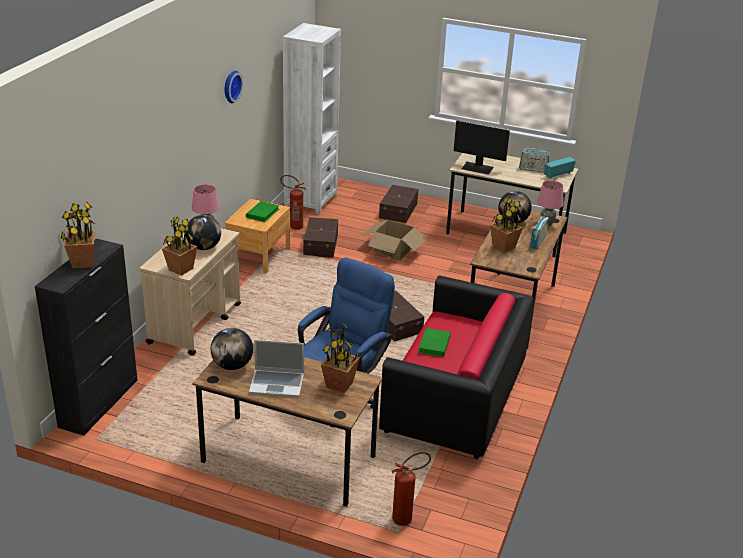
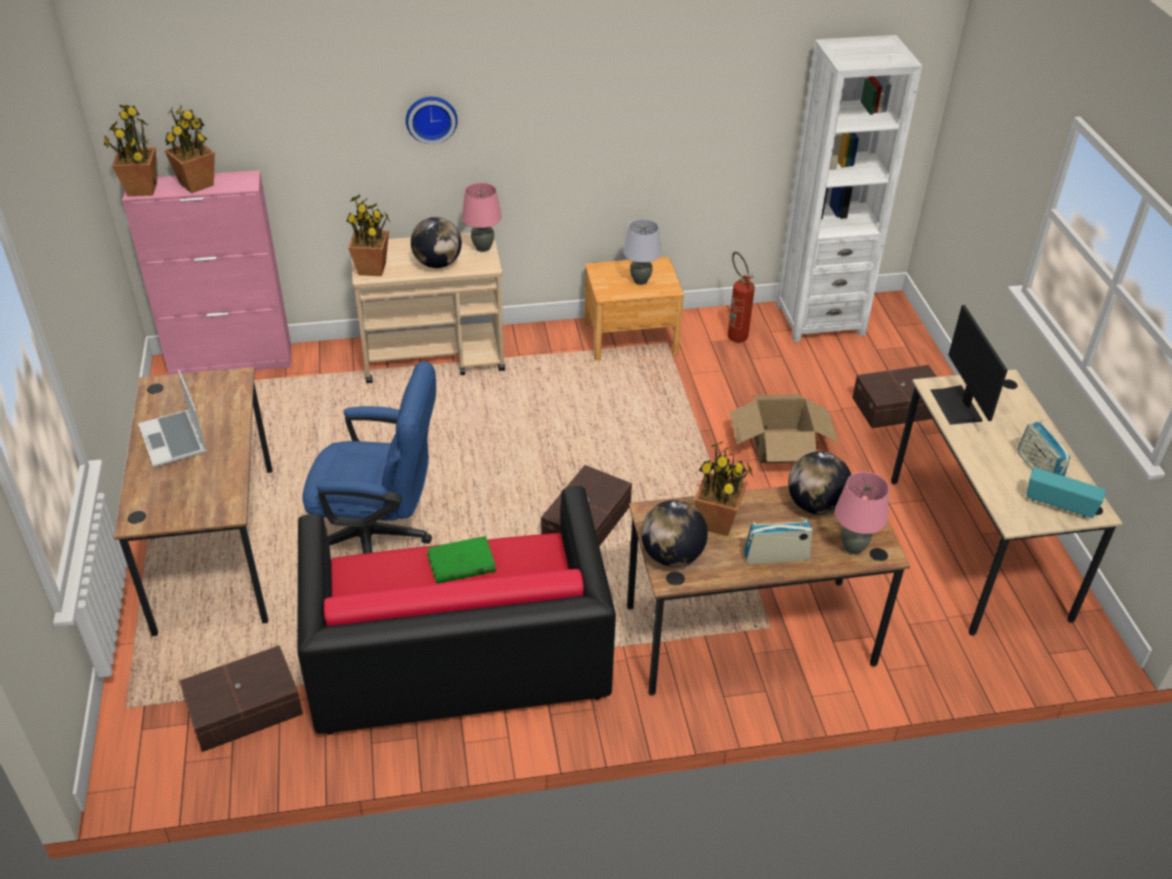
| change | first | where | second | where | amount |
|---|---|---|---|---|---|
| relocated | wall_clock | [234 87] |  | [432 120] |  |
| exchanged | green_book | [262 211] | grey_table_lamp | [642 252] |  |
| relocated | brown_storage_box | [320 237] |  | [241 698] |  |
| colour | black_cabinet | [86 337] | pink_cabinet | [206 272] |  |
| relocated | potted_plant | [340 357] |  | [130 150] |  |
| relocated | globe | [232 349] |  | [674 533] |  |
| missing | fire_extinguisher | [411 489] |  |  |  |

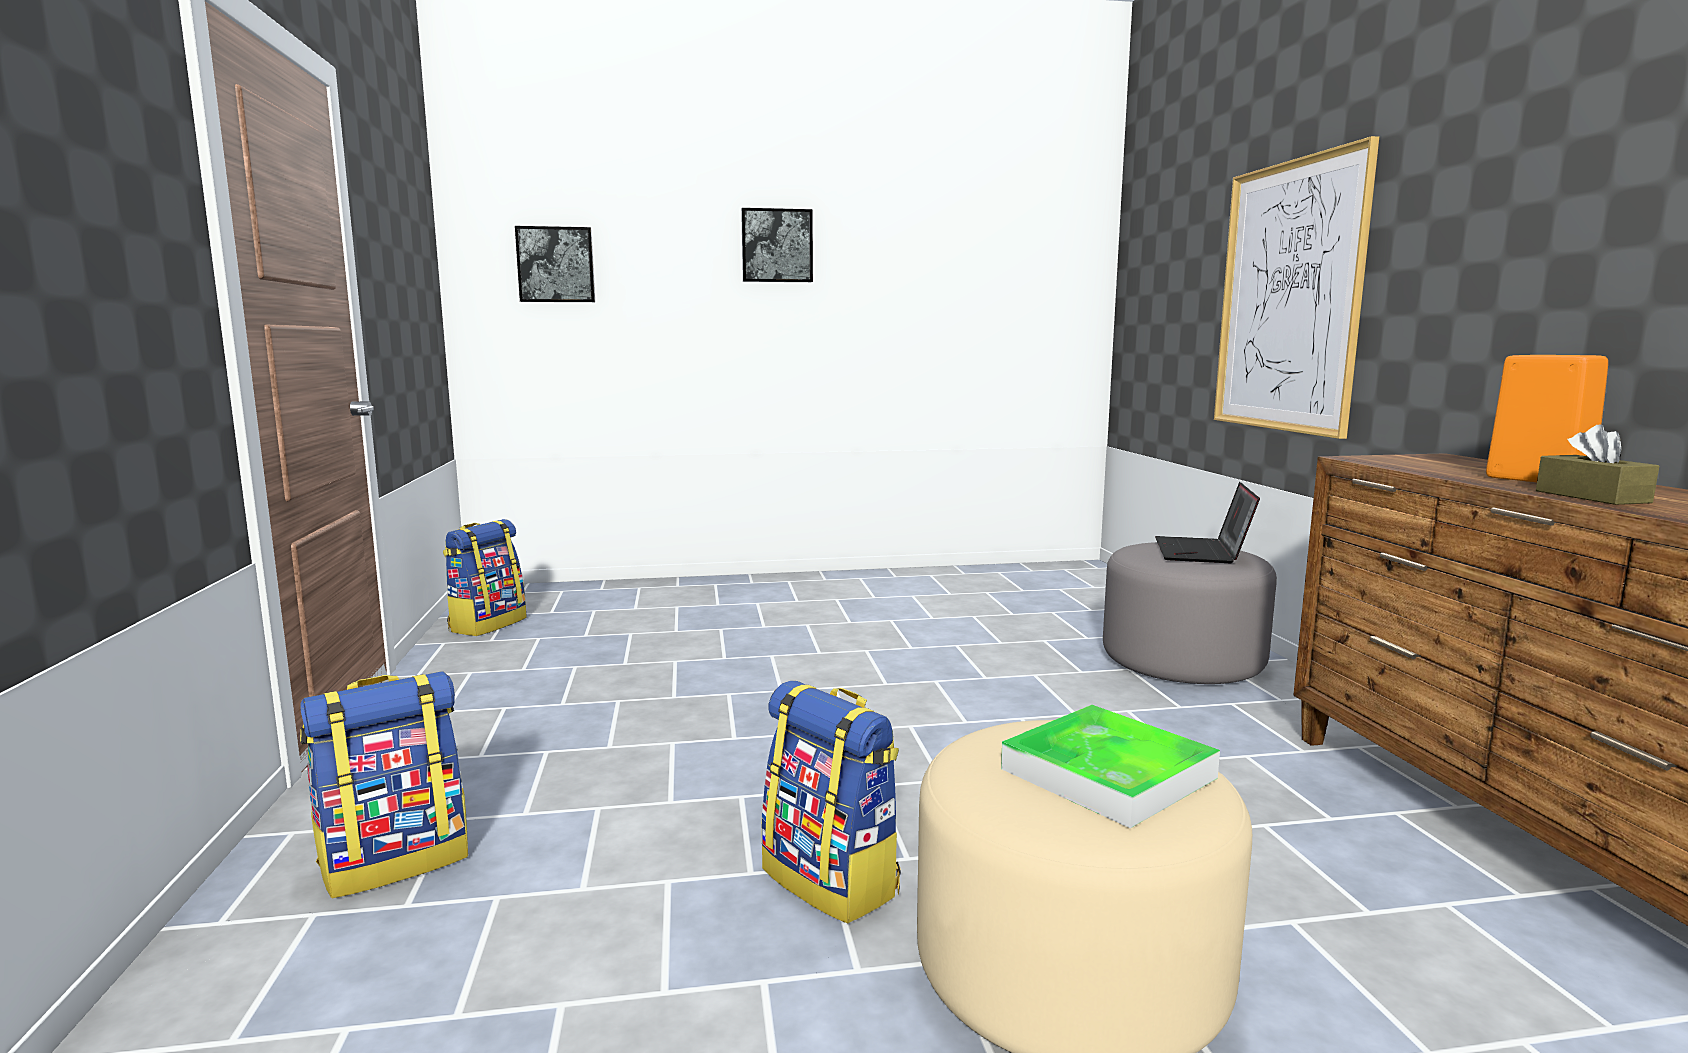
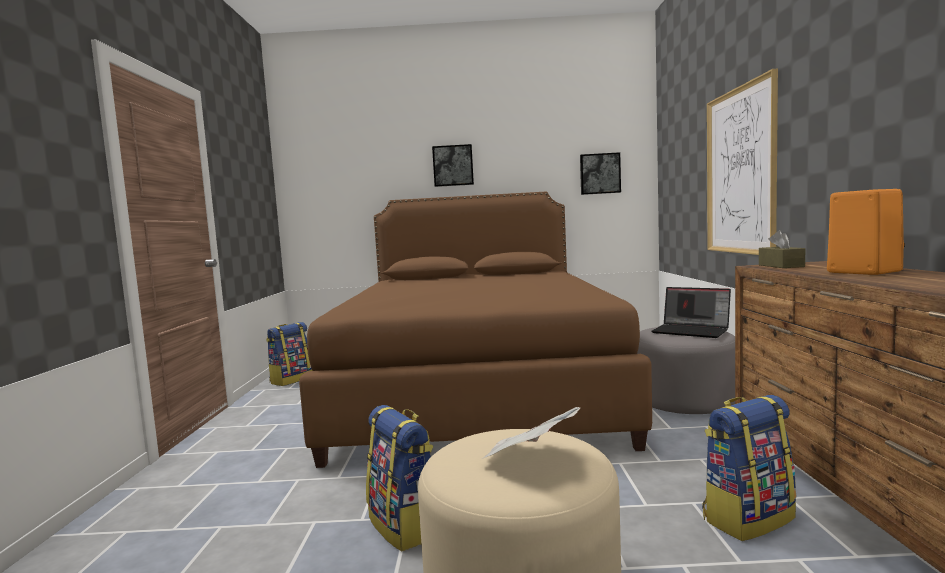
| change | first | where | second | where | amount |
|---|---|---|---|---|---|
| relocated | picture | [555 264] |  | [600 173] |  |
| relocated | brown_tissue_box | [1597 464] |  | [782 249] |  |
| spun | laptop | [1207 522] |  | [691 312] | 75 degrees counterclockwise |
| relocated | backpack | [384 784] |  | [749 468] |  |
| exchanged | tray | [1110 766] | newspaper | [531 433] |  |
| appeared |  |  | brown_bed | [475 330] |  |

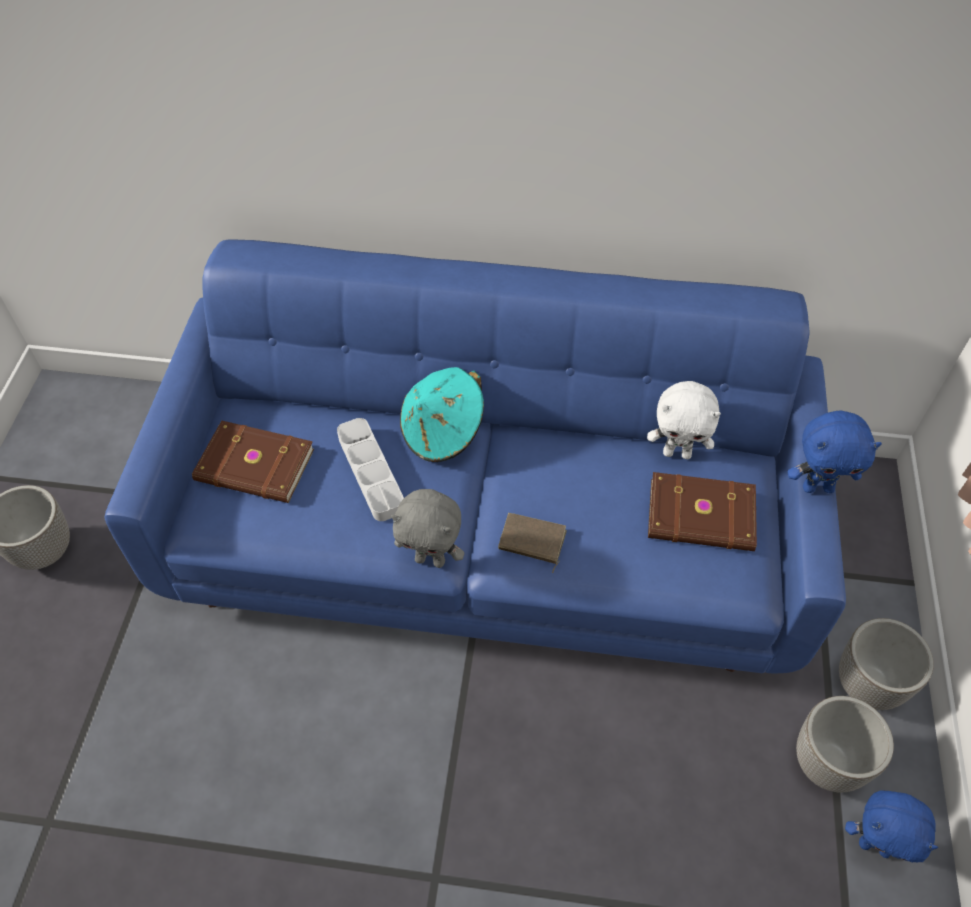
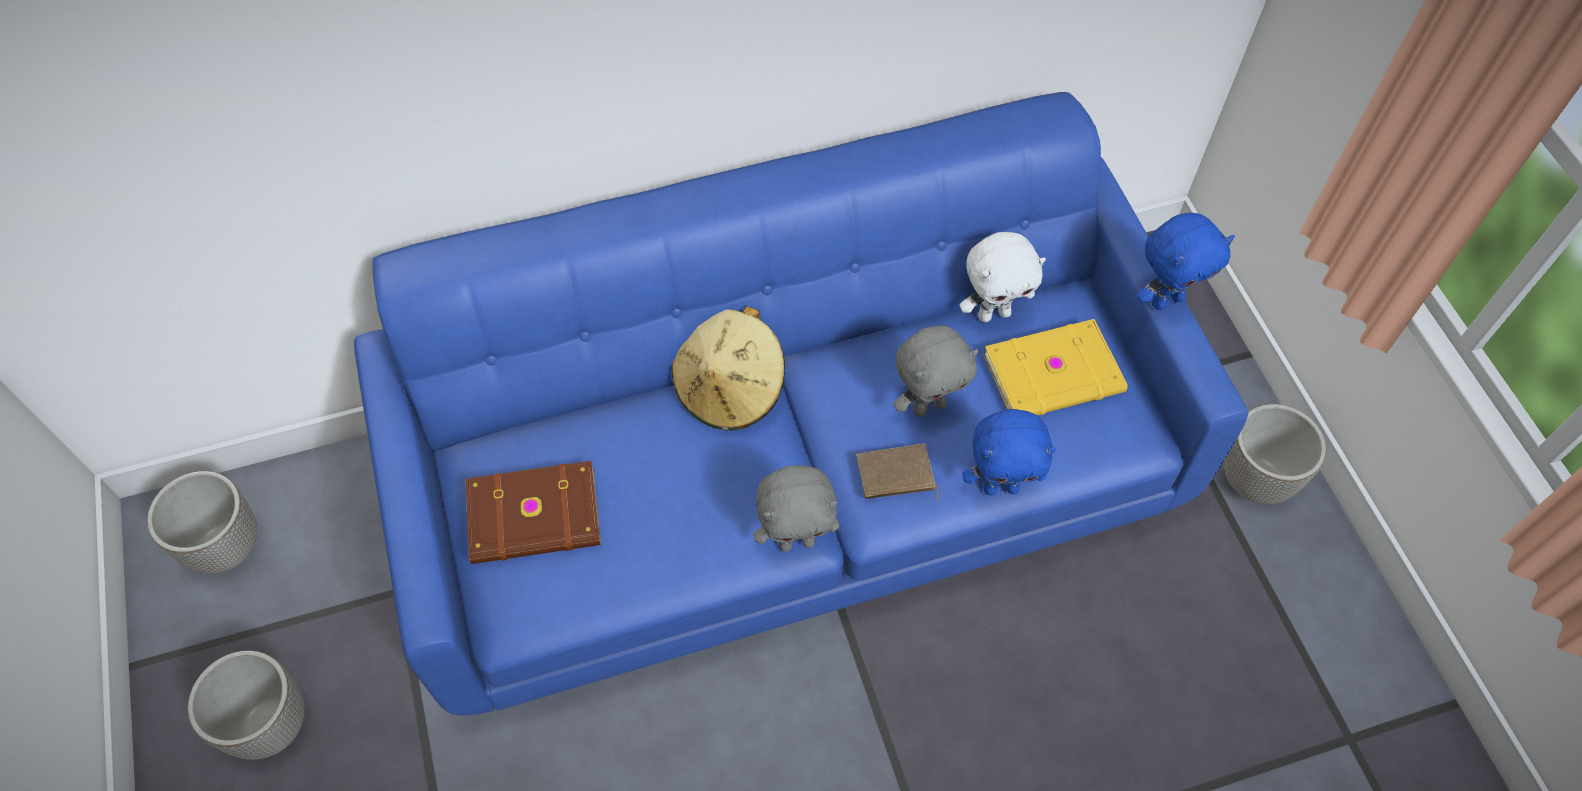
| change | first | where | second | where | amount |
|---|---|---|---|---|---|
| colour | turquoise_hat | [442 414] | beige_hat | [728 368] |  |
| missing | grey_tray | [370 469] |  |  |  |
| colour | brown_book | [702 511] | yellow_book | [1055 367] |  |
| relocated | planter | [845 744] |  | [202 522] |  |
| relocated | blue_plush_toy | [891 826] |  | [1009 452] |  |
| appeared |  |  | grey_plush_toy | [936 371] |  |

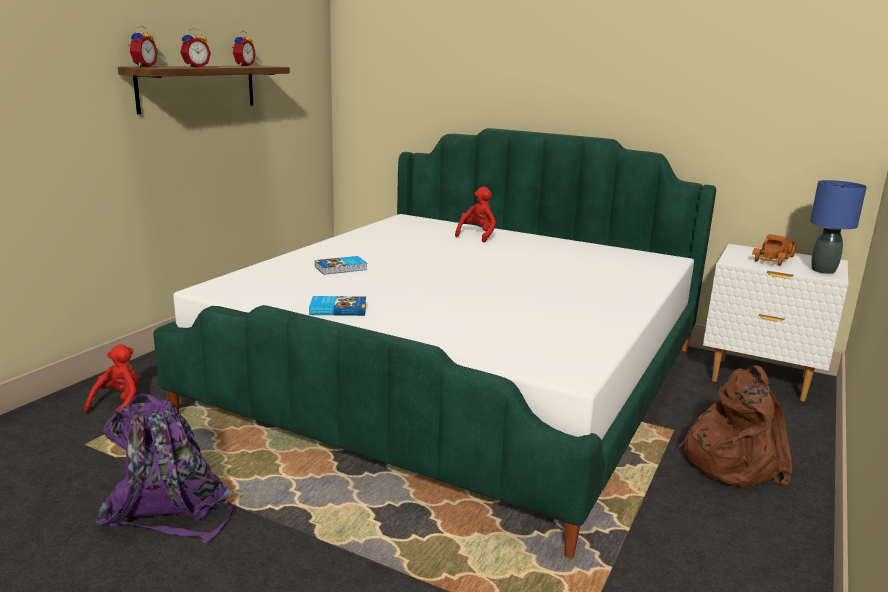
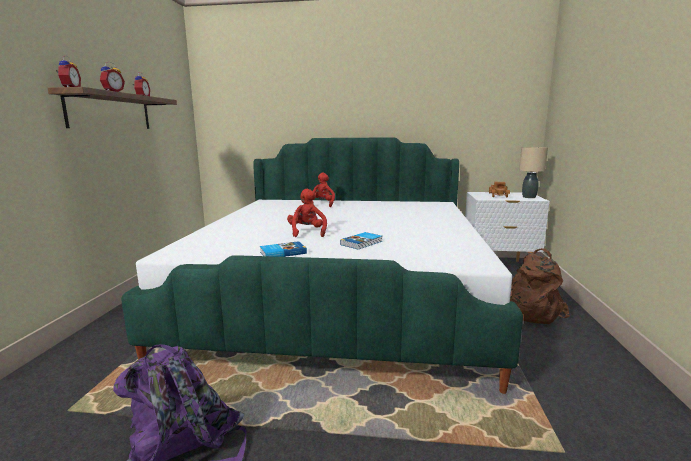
| change | first | where | second | where | amount |
|---|---|---|---|---|---|
| colour | blue_table_lamp | [838 227] | beige_table_lamp | [533 172] |  |
| relocated | book | [341 265] |  | [361 240] |  |
| relocated | red_plush_toy | [111 378] |  | [307 213] |  |

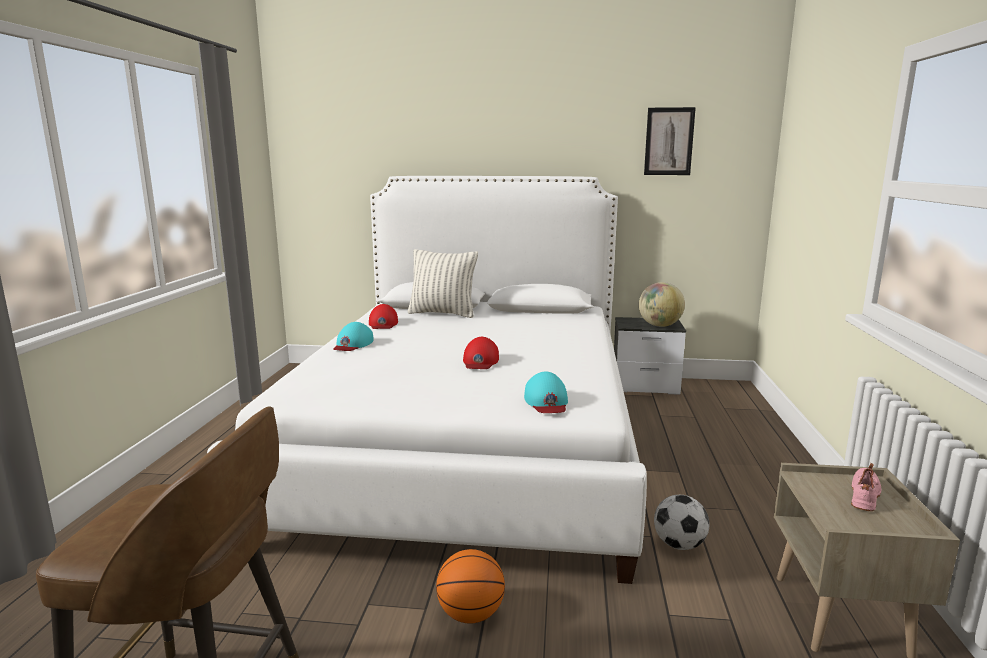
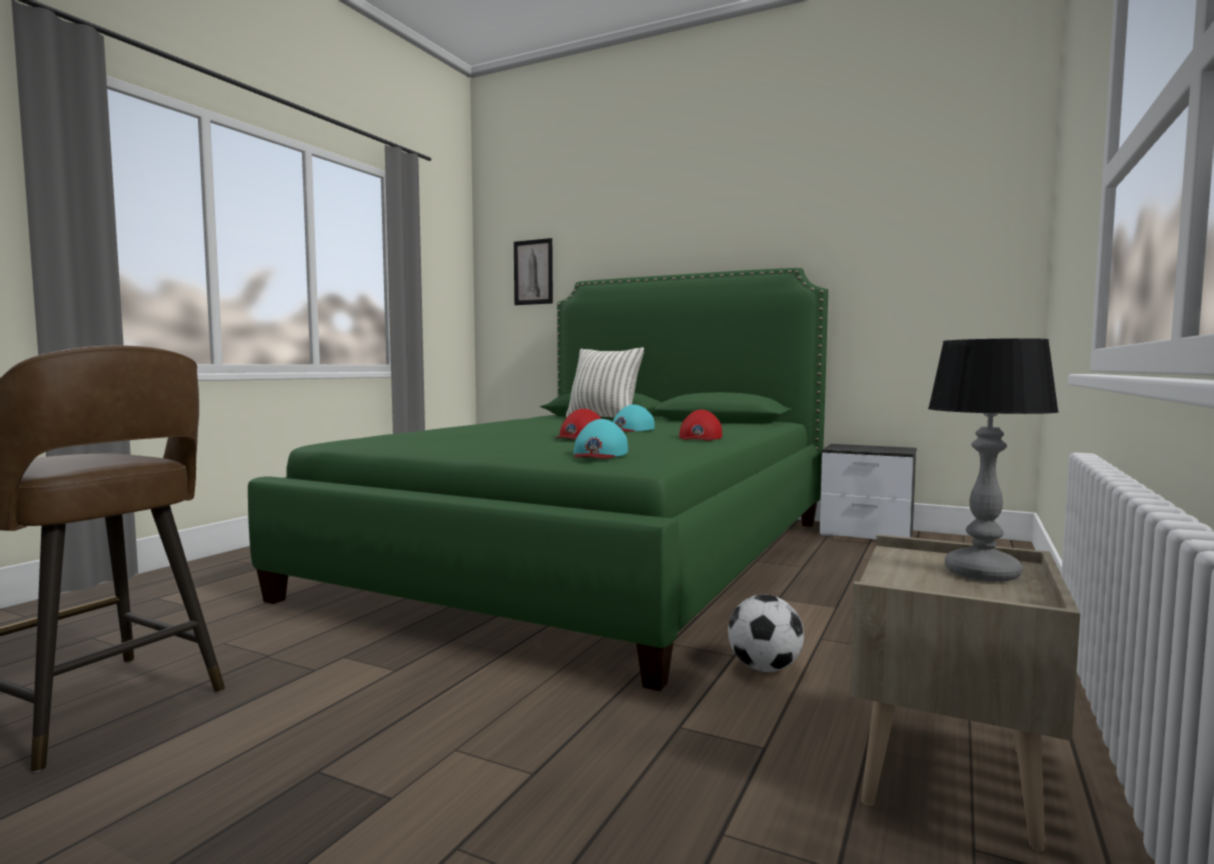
| change | first | where | second | where | amount |
|---|---|---|---|---|---|
| relocated | picture | [670 141] |  | [533 271] |  |
| colour | white_bed | [427 380] | green_bed | [538 479] |  |
| missing | globe | [662 304] |  |  |  |
| relocated | red_cap | [383 316] |  | [700 425] |  |
| relocated | turquoise_cap | [353 336] |  | [634 418] |  |
| exchanged | pink_shoe | [866 487] | table_lamp | [993 460] |  |
| missing | basketball | [470 586] |  |  |  |

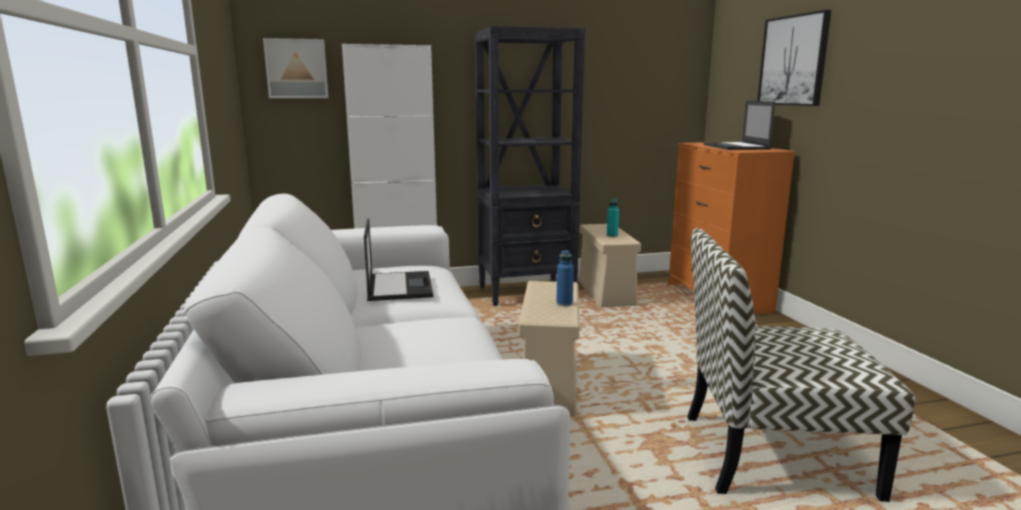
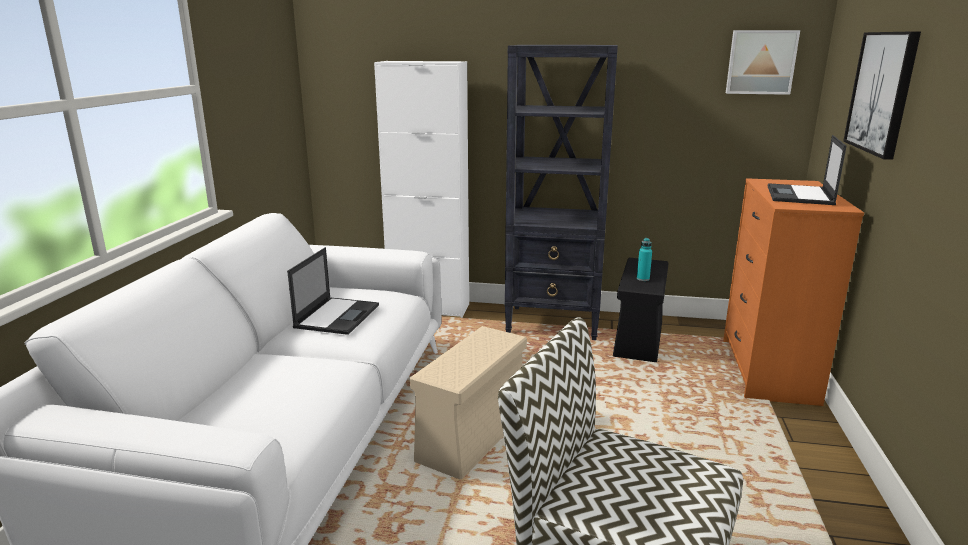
| change | first | where | second | where | amount |
|---|---|---|---|---|---|
| relocated | picture | [296 68] |  | [763 62] |  |
| colour | beige_storage_box | [610 265] | black_storage_box | [641 310] |  |
| missing | blue_bottle | [565 278] |  |  |  |

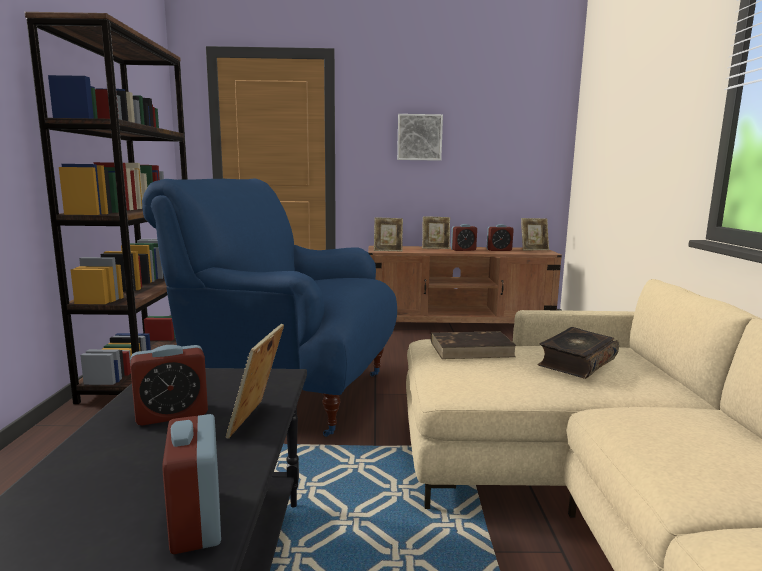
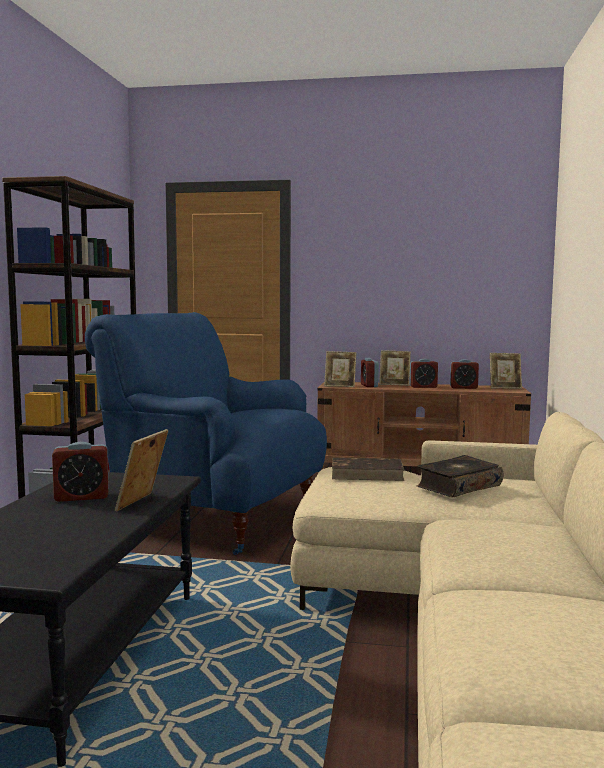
| change | first | where | second | where | amount |
|---|---|---|---|---|---|
| missing | picture | [420 137] |  |  |  |
| relocated | alarm_clock | [191 484] |  | [370 372] |  |

